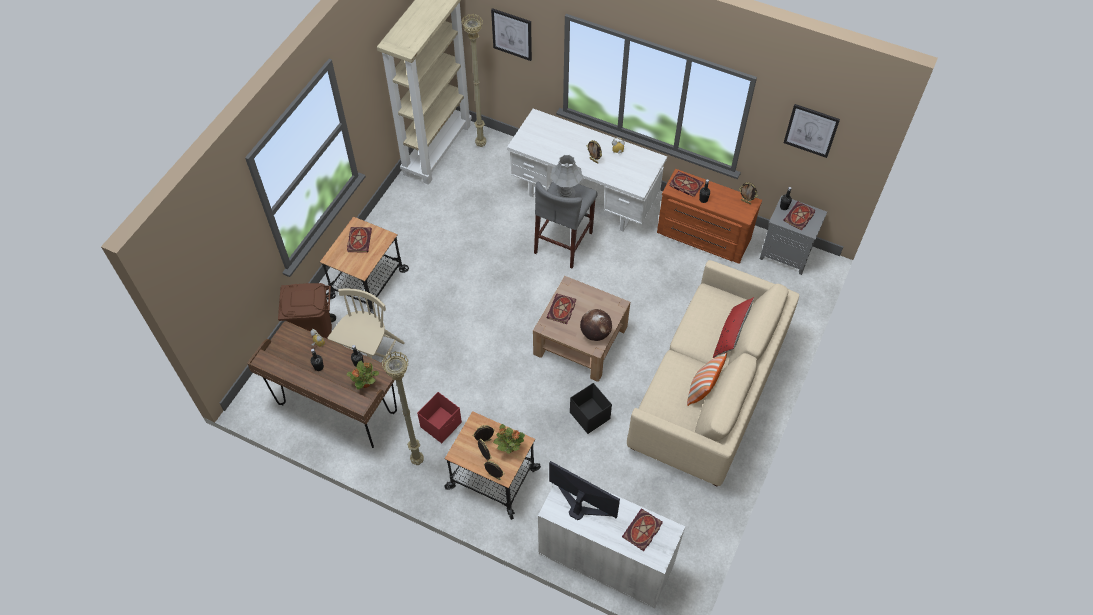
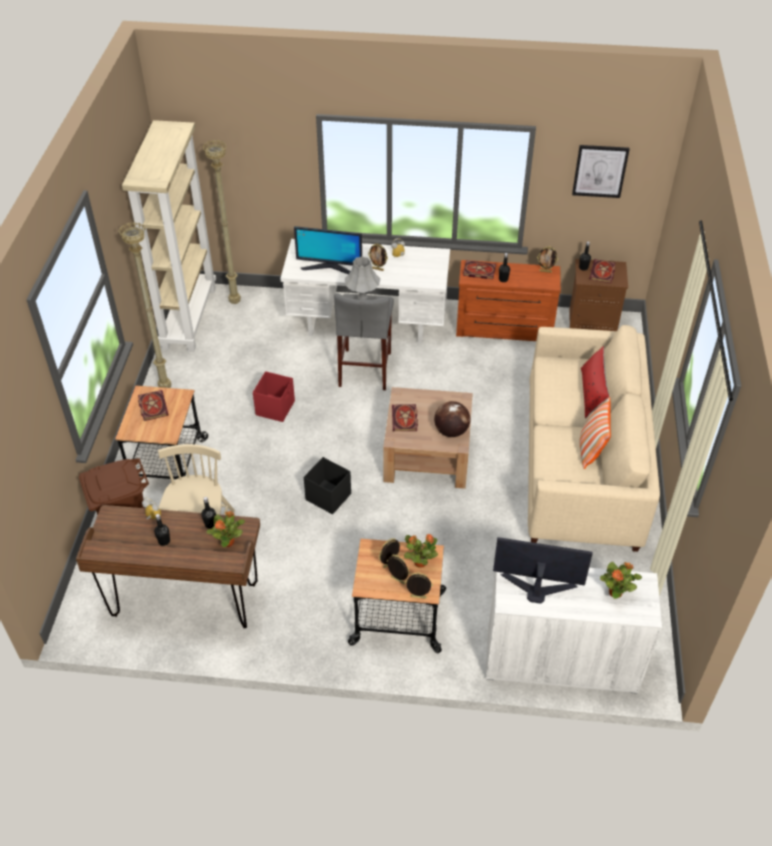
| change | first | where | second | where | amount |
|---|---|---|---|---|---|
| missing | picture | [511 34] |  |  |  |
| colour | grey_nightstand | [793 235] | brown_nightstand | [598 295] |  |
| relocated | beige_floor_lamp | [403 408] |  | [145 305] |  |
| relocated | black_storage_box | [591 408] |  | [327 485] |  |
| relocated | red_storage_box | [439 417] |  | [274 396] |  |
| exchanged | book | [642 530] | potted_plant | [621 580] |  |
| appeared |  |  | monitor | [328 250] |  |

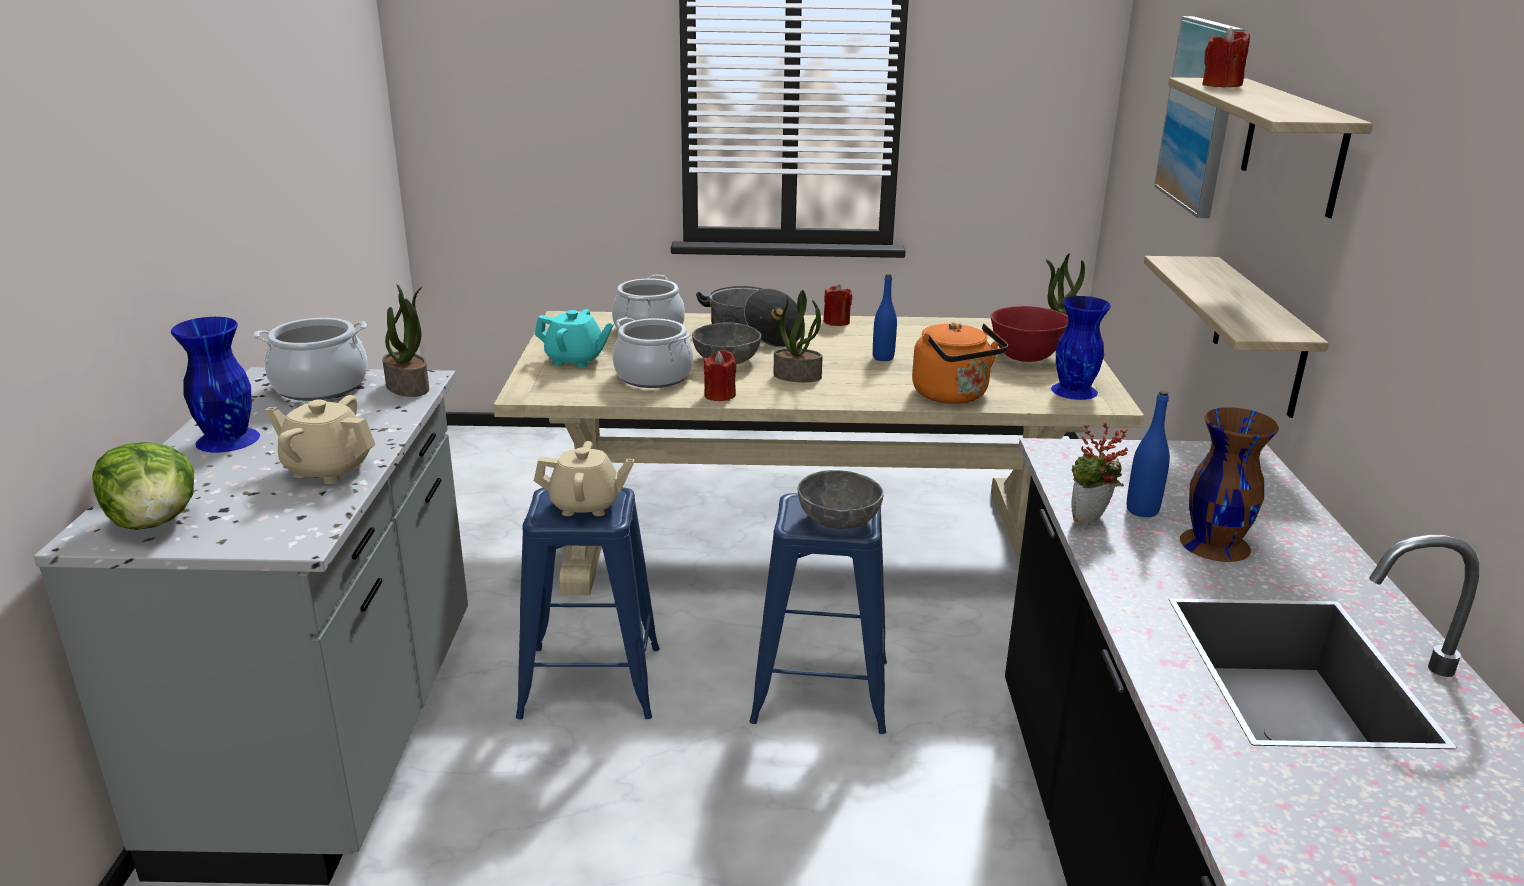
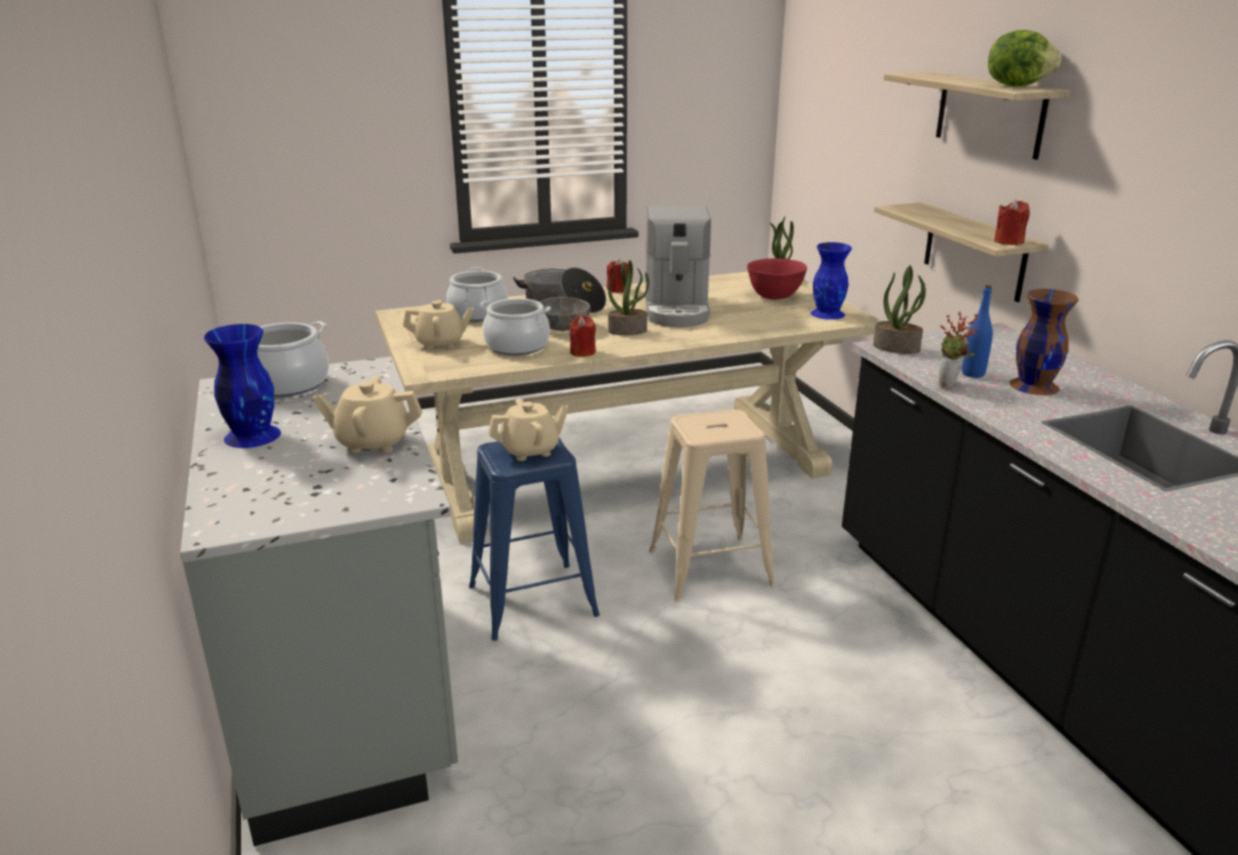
| change | first | where | second | where | amount |
|---|---|---|---|---|---|
| missing | picture | [1199 117] |  |  |  |
| relocated | red_candle | [1226 57] |  | [1012 222] |  |
| exchanged | blue_bottle | [885 317] | coffee_machine | [678 267] |  |
| relocated | potted_plant | [405 340] |  | [899 309] |  |
| colour | turquoise_teapot | [574 338] | beige_teapot | [438 325] |  |
| missing | orange_kettle | [960 363] |  |  |  |
| relocated | lettuce | [143 486] |  | [1024 58] |  |
| missing | grey_bowl | [840 499] |  |  |  |
| colour | blue_stool | [818 613] | beige_stool | [712 505] |  |

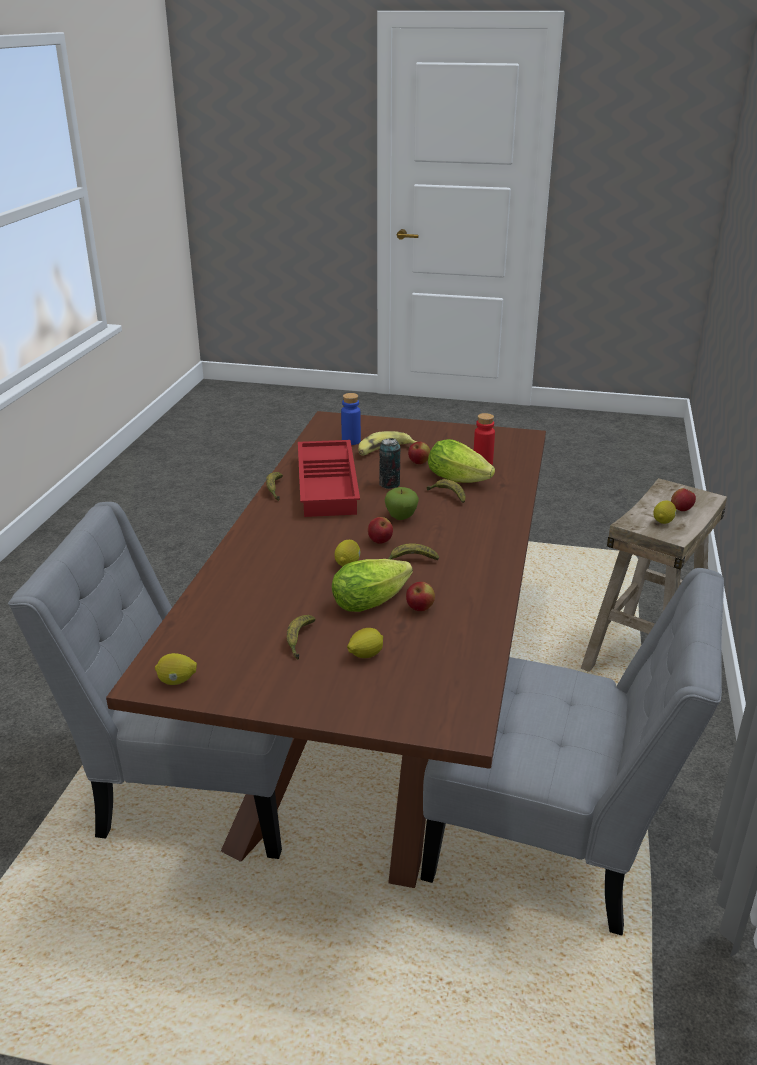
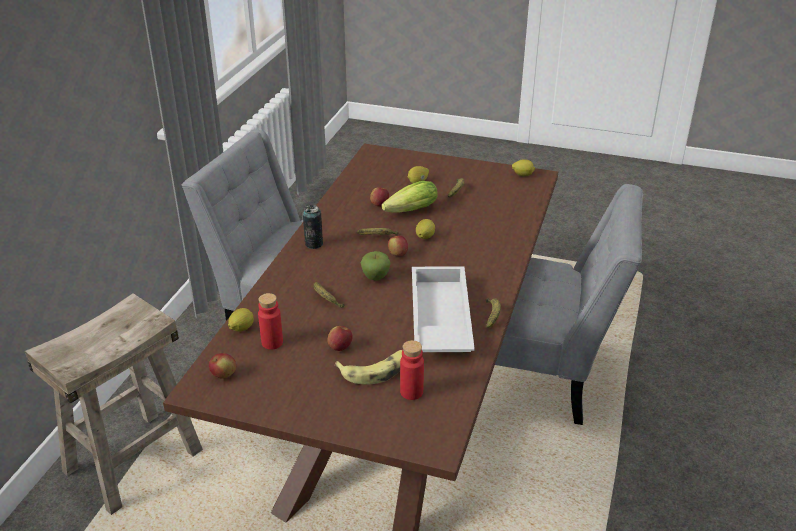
| change | first | where | second | where | amount |
|---|---|---|---|---|---|
| colour | blue_bottle | [351 419] | red_bottle | [412 370] |  |
| relocated | can | [389 463] |  | [313 227] |  |
| missing | lettuce | [461 461] |  |  |  |
| colour | red_tray | [329 478] | white_tray | [443 309] |  |
| relocated | apple | [683 499] |  | [222 366] |  |
| relocated | lemon | [664 512] |  | [241 320] |  |

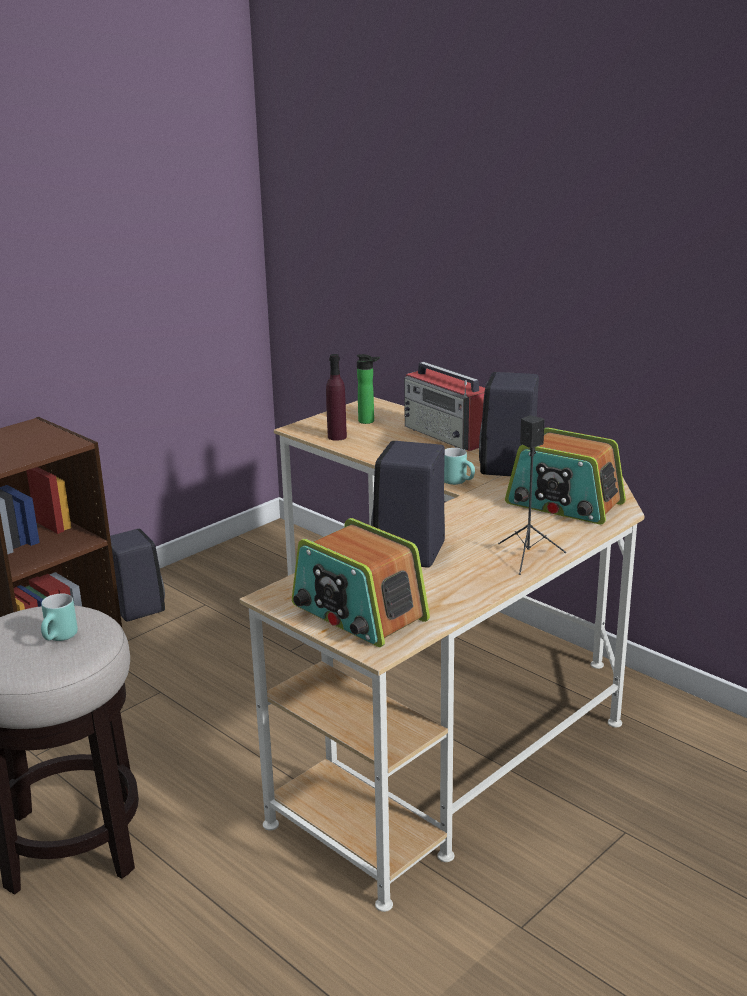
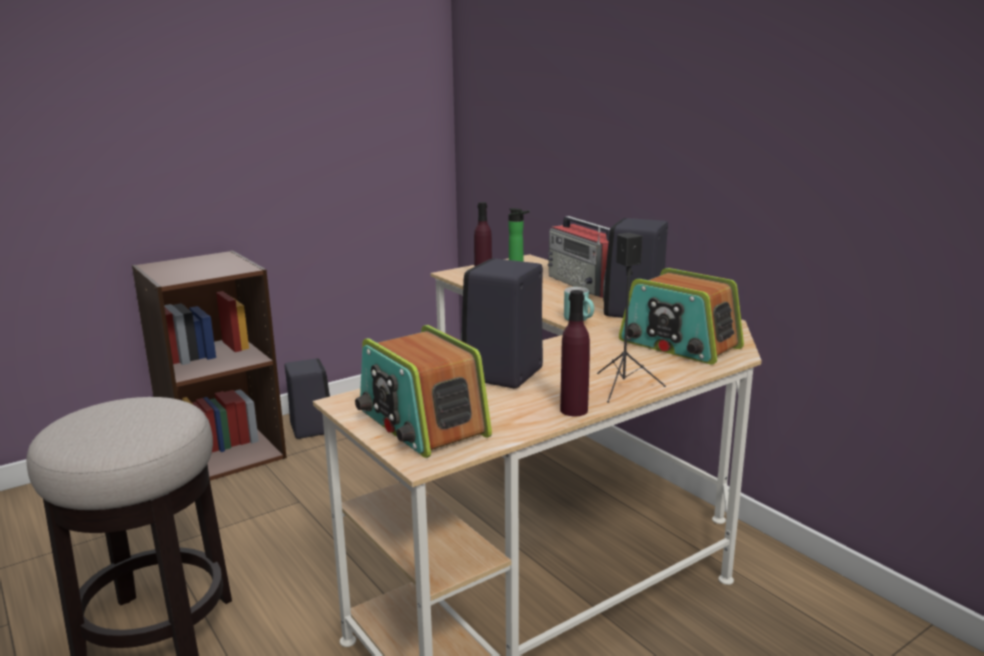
| change | first | where | second | where | amount |
|---|---|---|---|---|---|
| missing | turquoise_mug | [59 617] |  |  |  |
| appeared |  |  | purple_bottle | [575 353] |  |

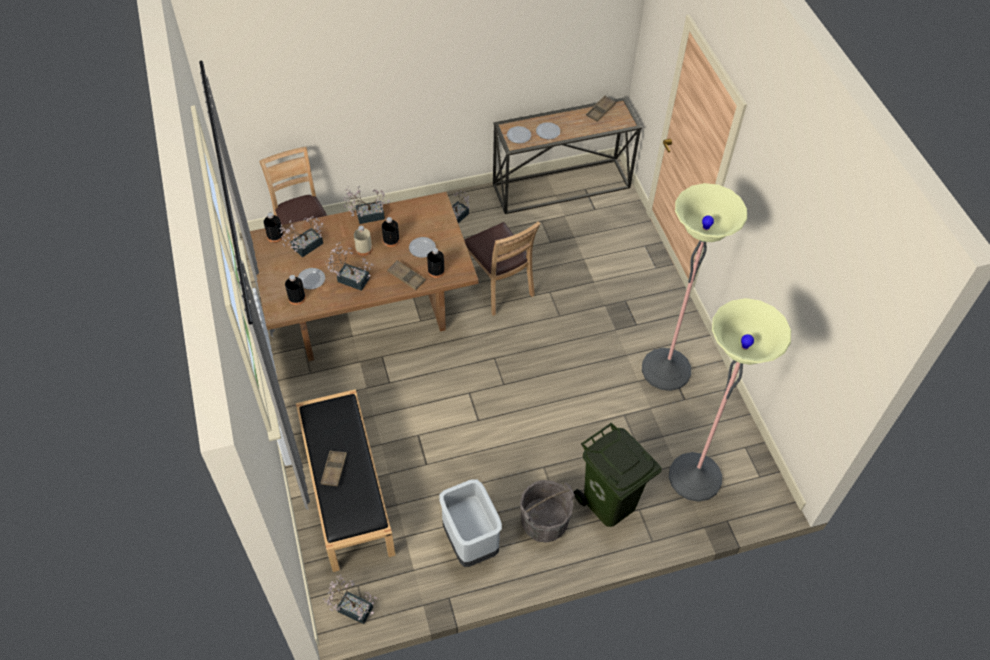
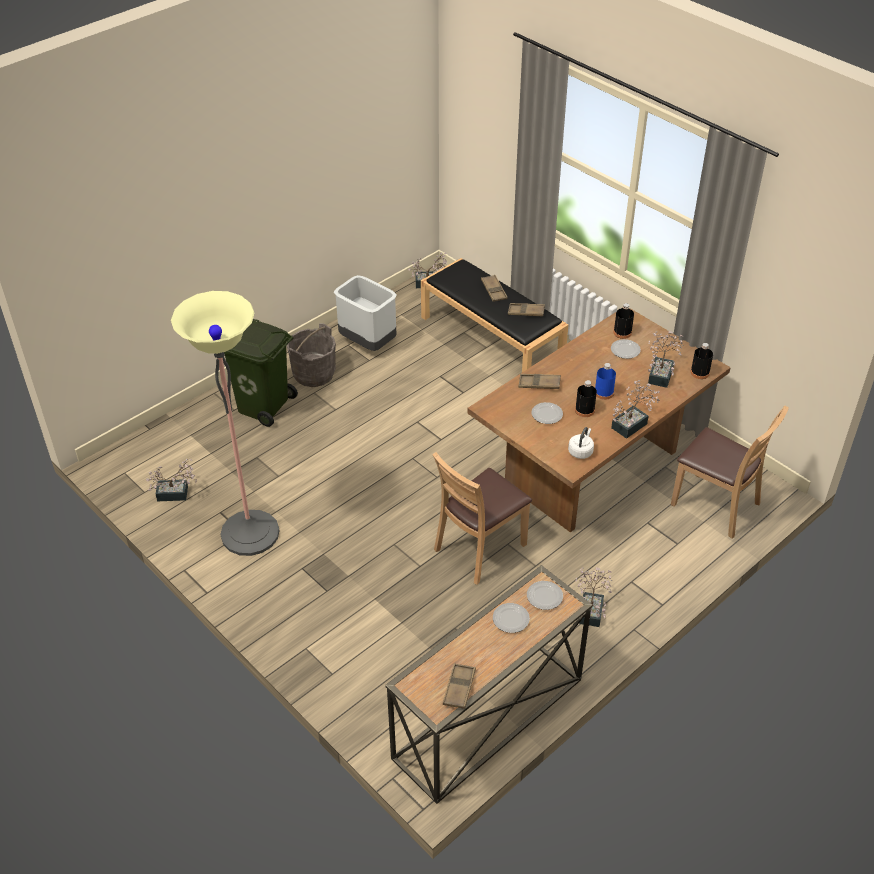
| change | first | where | second | where | amount |
|---|---|---|---|---|---|
| spun | brown_chair | [502 268] |  | [482 518] | 75 degrees counterclockwise |
| colour | beige_bottle | [363 241] | blue_bottle | [605 381] |  |
| relocated | potted_plant | [349 266] |  | [171 479] |  |
| missing | black_bottle | [436 263] |  |  |  |
| missing | floor_lamp | [730 400] |  |  |  |
| appeared |  |  | brown_tray | [526 309] |  |
| appeared |  |  | white_kettle | [581 443] |  |

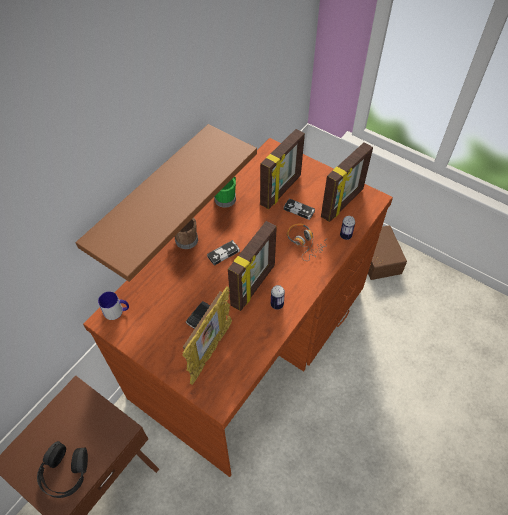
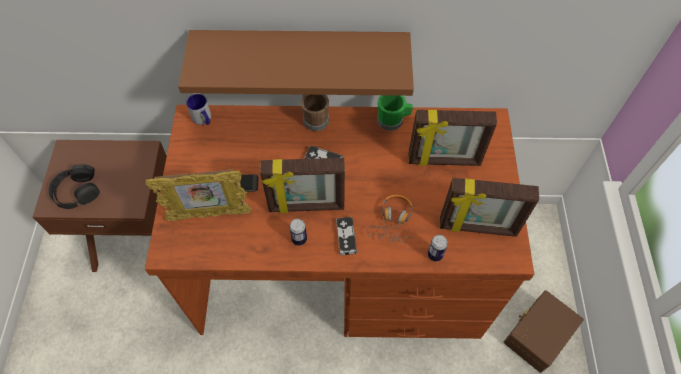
| change | first | where | second | where | amount |
|---|---|---|---|---|---|
| relocated | game_controller | [299 209] |  | [346 236] |  |

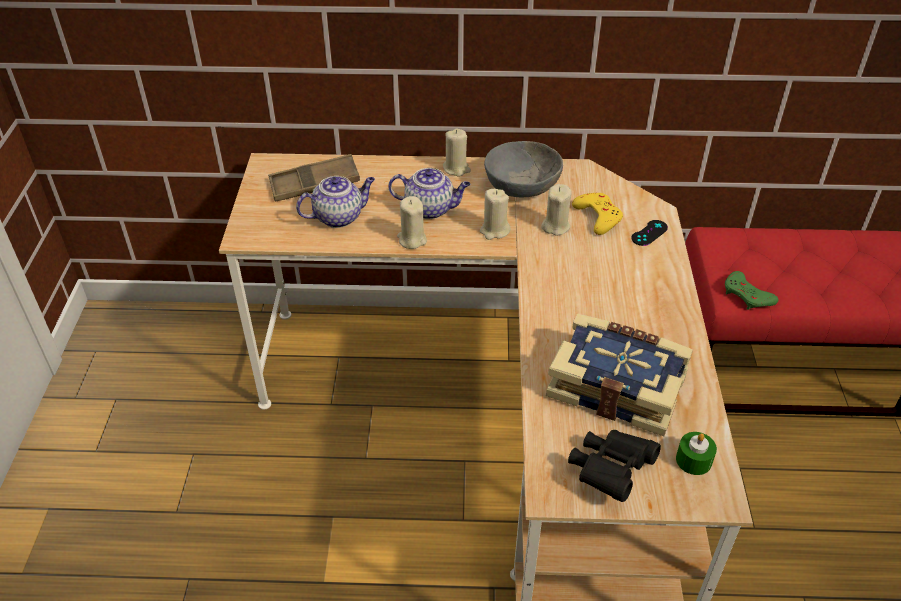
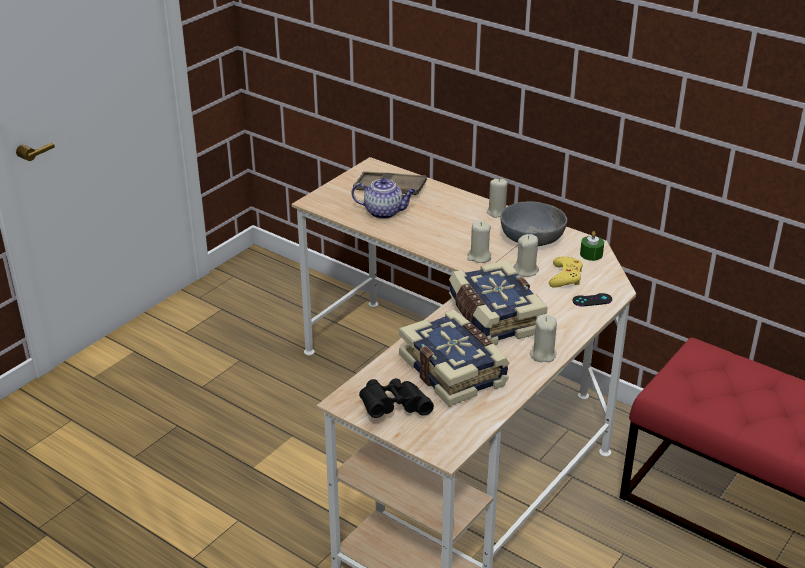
| change | first | where | second | where | amount |
|---|---|---|---|---|---|
| missing | teapot | [429 193] |  |  |  |
| relocated | beige_candle | [412 222] |  | [543 338] |  |
| missing | green_game_controller | [752 290] |  |  |  |
| relocated | green_candle | [696 453] |  | [592 246] |  |
| appeared |  |  | book | [498 302] |  |

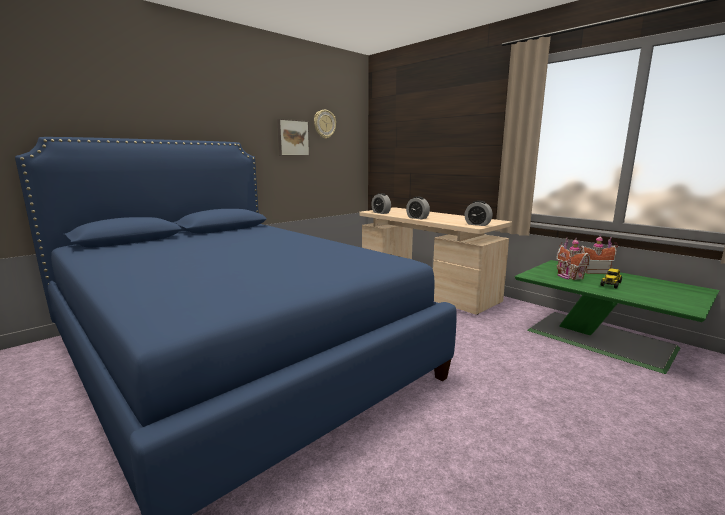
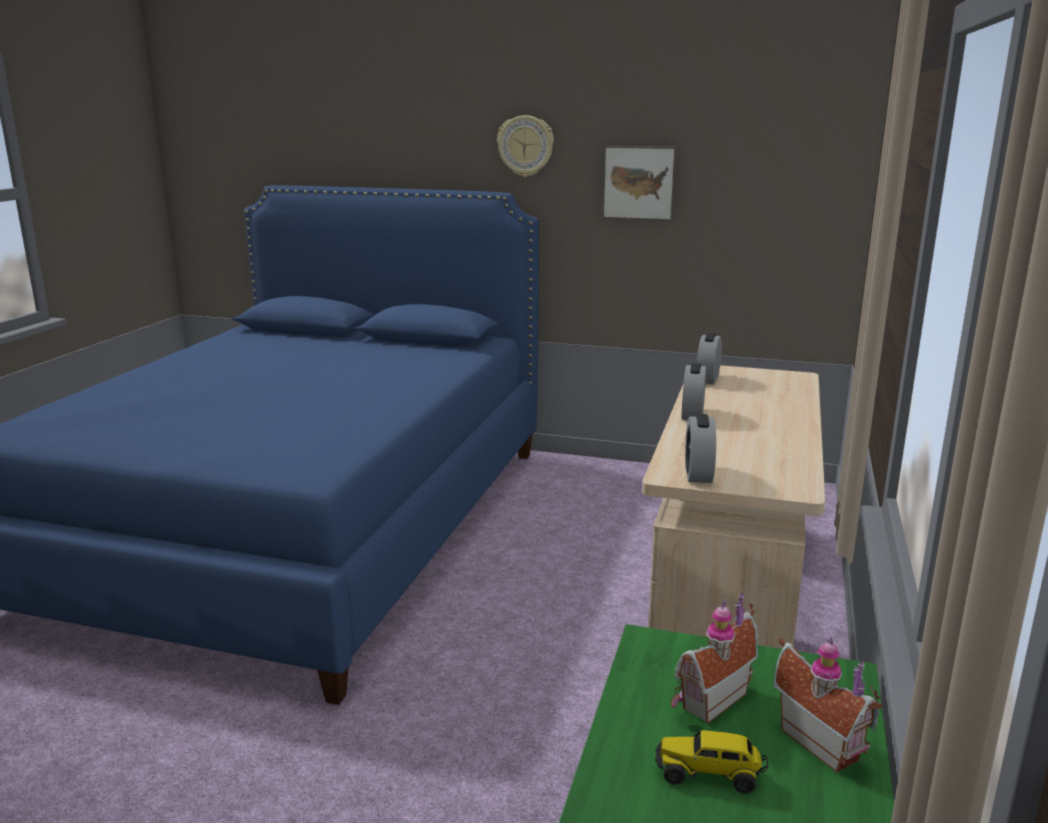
| change | first | where | second | where | amount |
|---|---|---|---|---|---|
| relocated | wall_clock | [325 124] |  | [525 146] |  |

